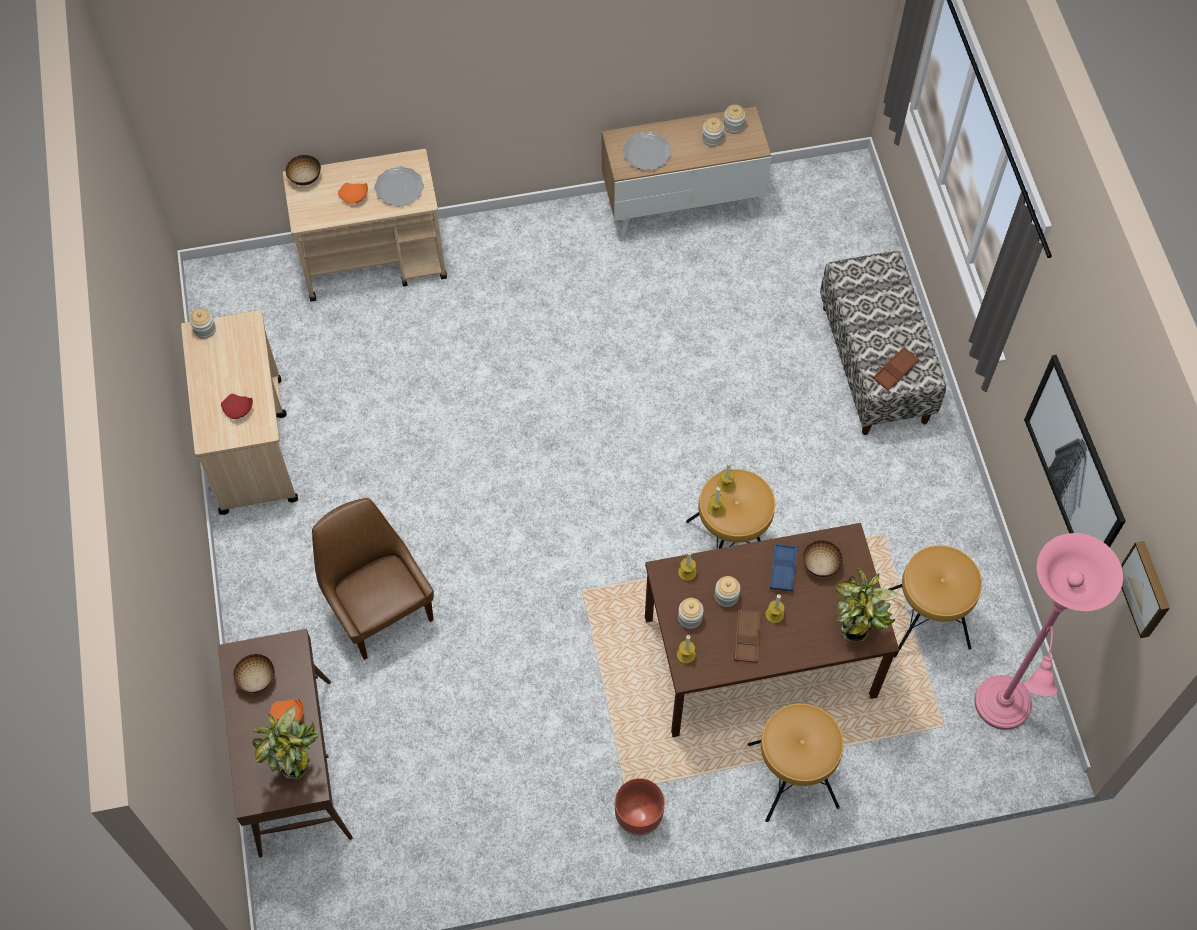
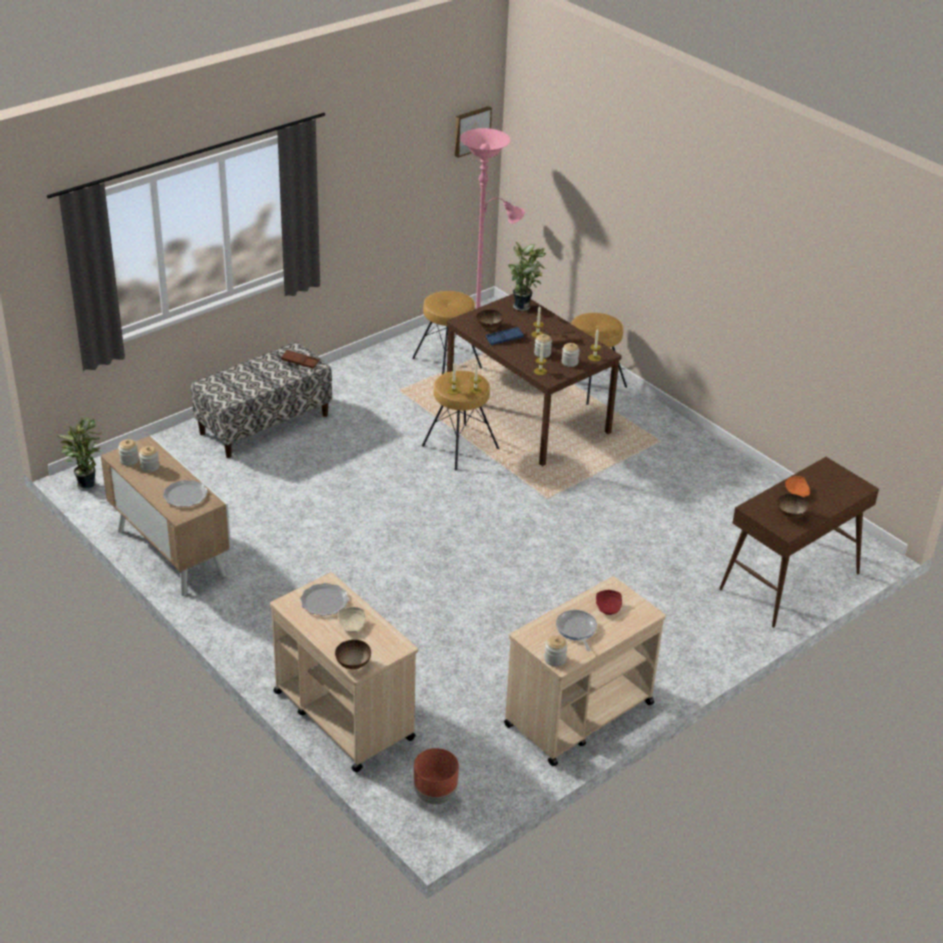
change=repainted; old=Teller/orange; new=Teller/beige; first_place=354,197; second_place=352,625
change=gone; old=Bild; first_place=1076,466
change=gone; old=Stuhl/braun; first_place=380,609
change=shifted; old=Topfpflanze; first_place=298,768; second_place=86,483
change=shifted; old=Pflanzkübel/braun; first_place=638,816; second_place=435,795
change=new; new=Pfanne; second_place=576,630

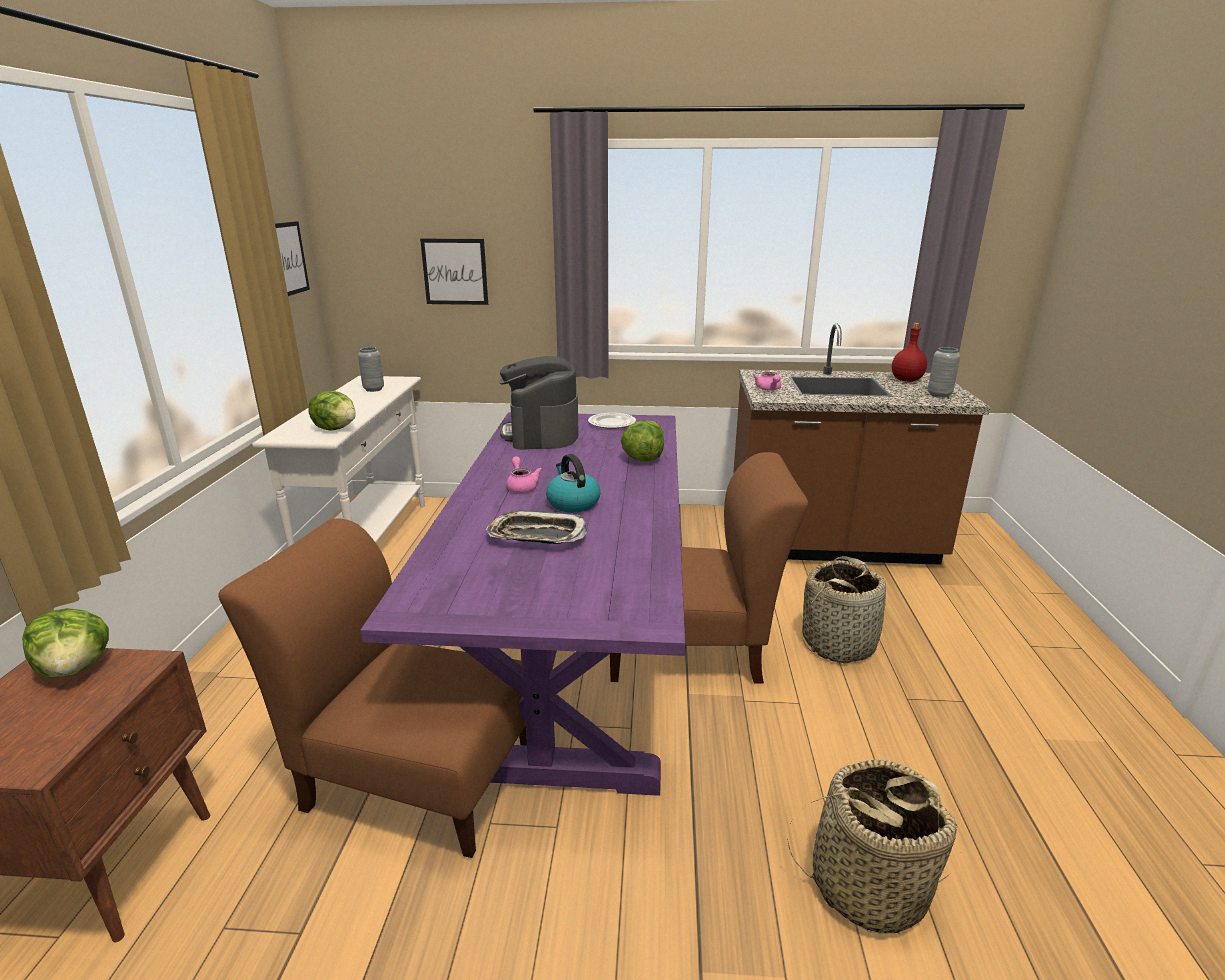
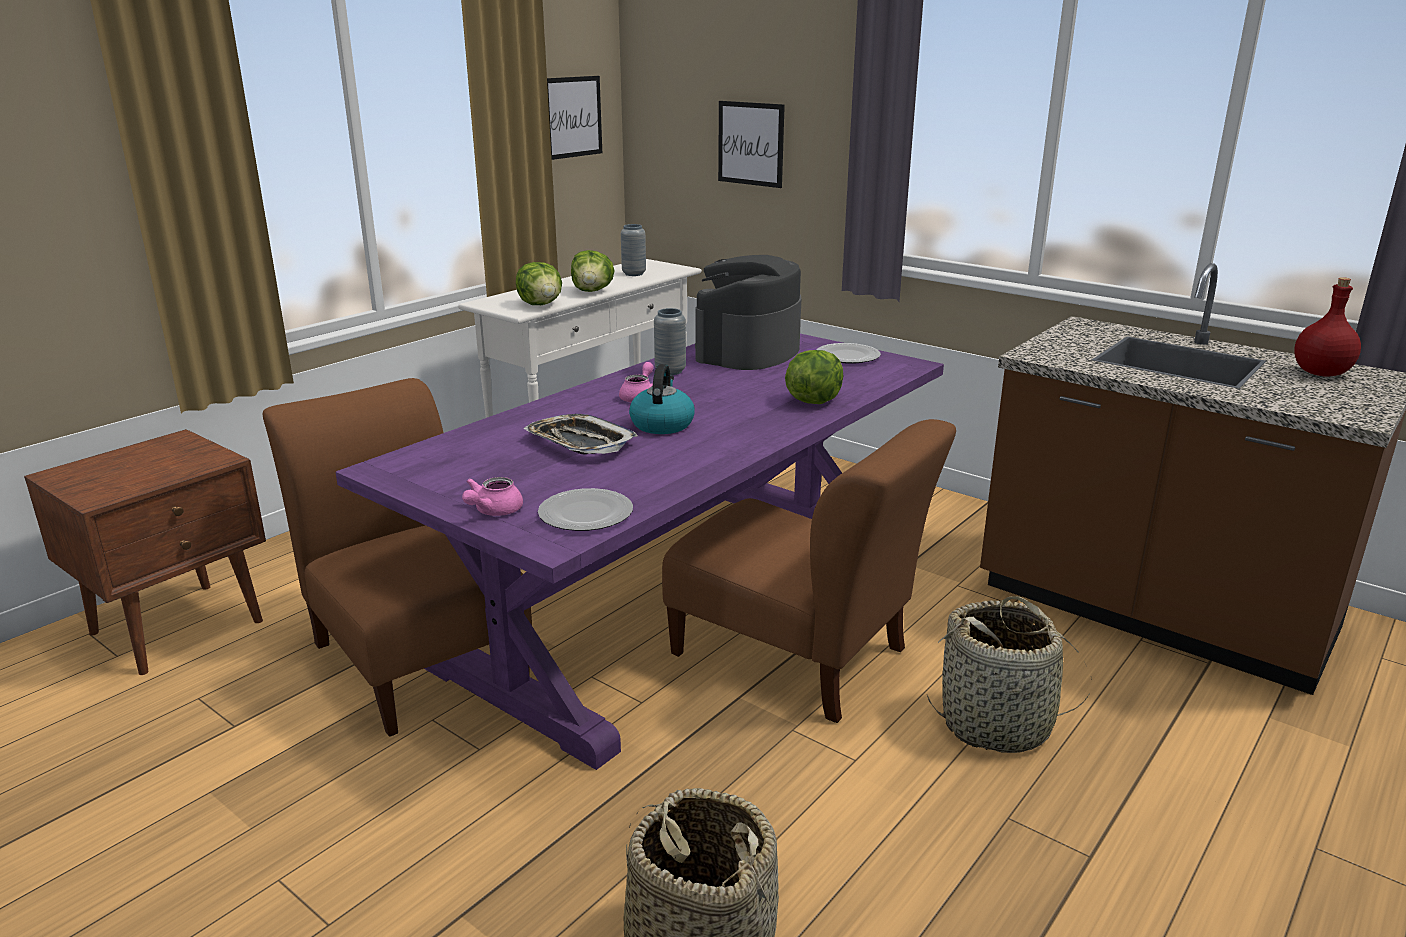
change=shifted; old=Vase/grau; first_place=939,395; second_place=670,371
change=shifted; old=Teekanne/rosa; first_place=768,389; second_place=493,511
change=shifted; old=Salatkopf; first_place=76,668; second_place=592,291
change=new; new=Teller; second_place=584,513

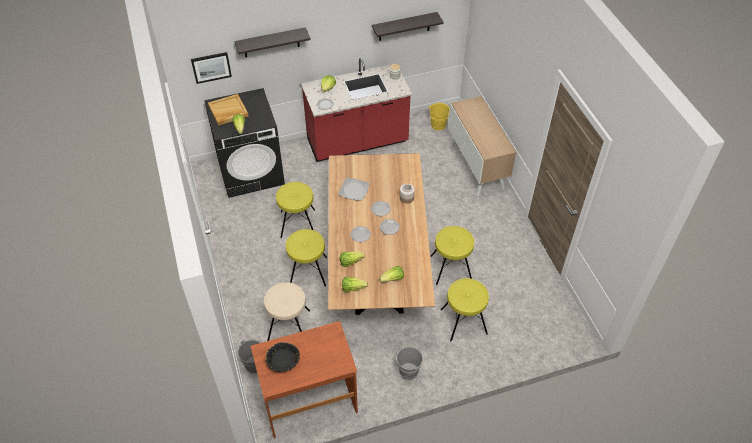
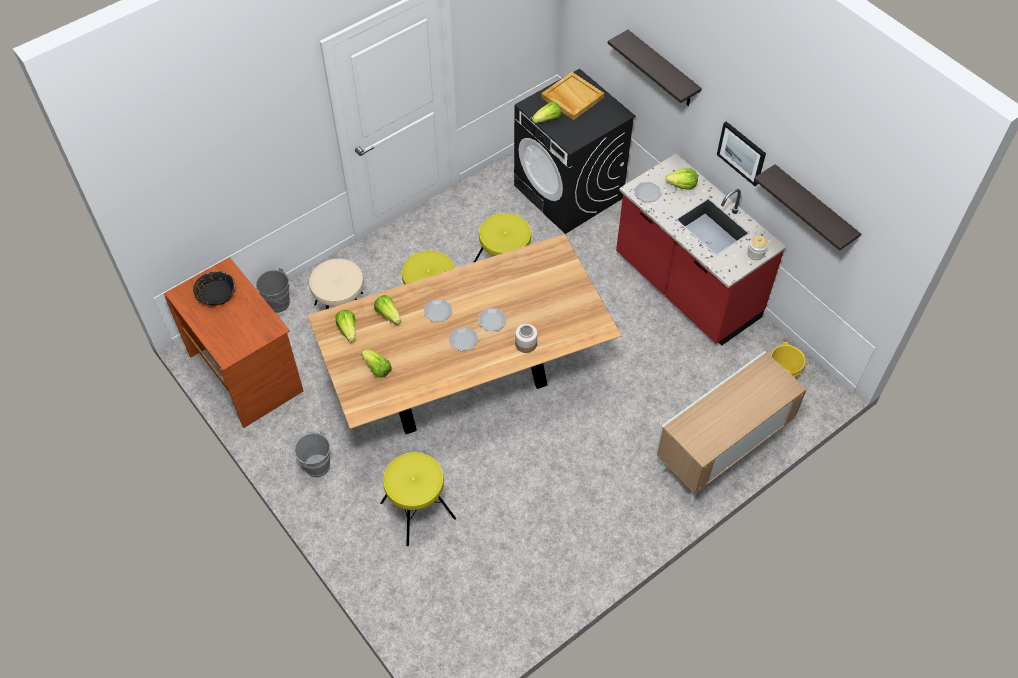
change=shifted; old=Bild; first_place=211,67; second_place=742,153
change=gone; old=Teller; first_place=354,190
change=gone; old=Hocker/gelb; first_place=451,268

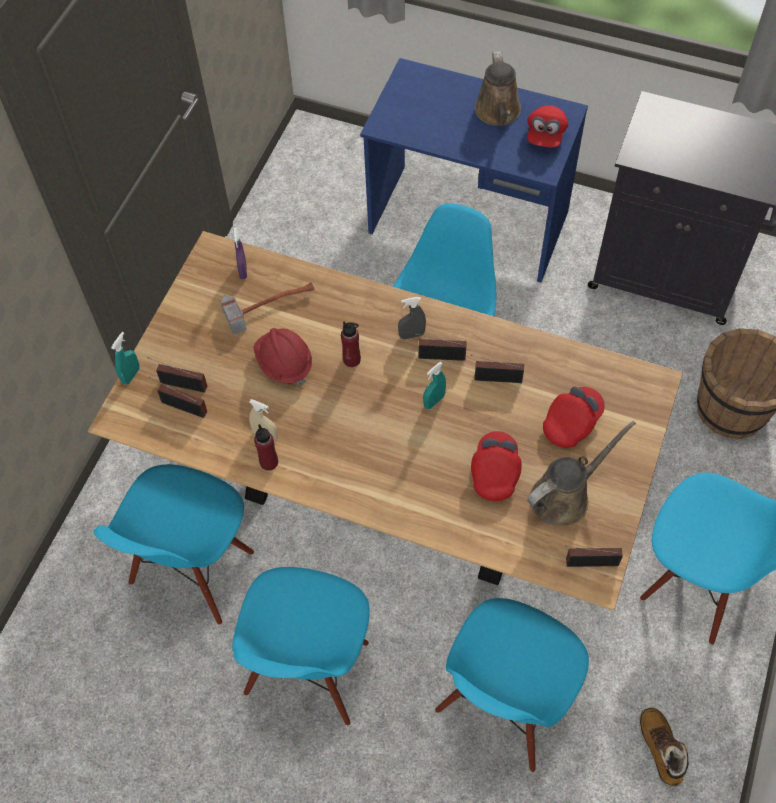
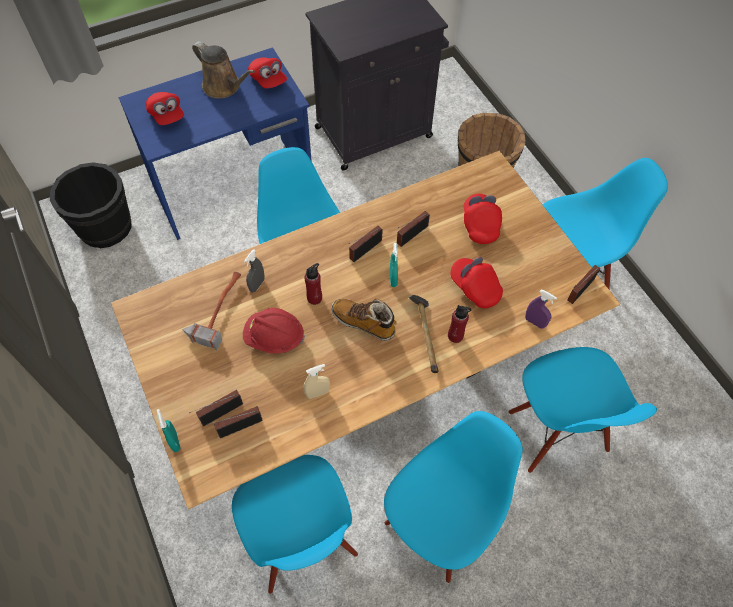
change=shifted; old=Sprühflasche/lila; first_place=243,271; second_place=535,322
change=shifted; old=Sprühflasche/grau; first_place=411,335; second_place=257,285
change=gone; old=Gießkanne/braun; first_place=564,496
change=shifted; old=Flasche/rot; first_place=269,462; second_place=455,336
change=rotated; old=Stuhl/blau; first_place=308,670; second_place=439,525; degrees=-105
change=shifted; old=Stiefel; first_place=660,749; second_place=364,323
change=new; new=Kappe/rot; second_place=167,115
change=new; new=Eimer/schwarz; second_place=105,227
change=new; new=Hammer; second_place=425,336

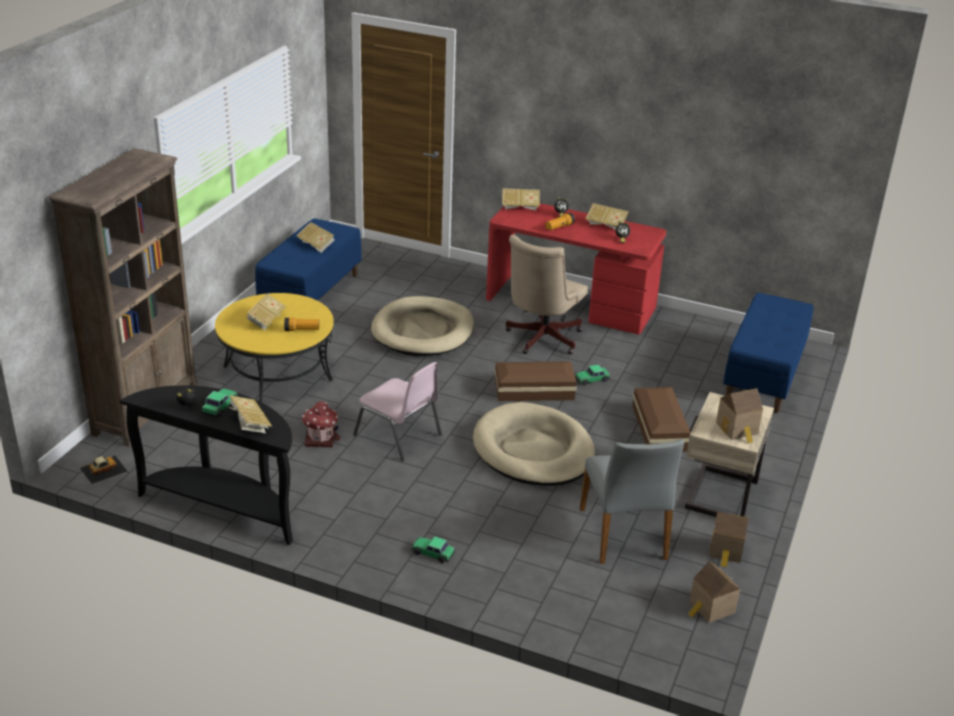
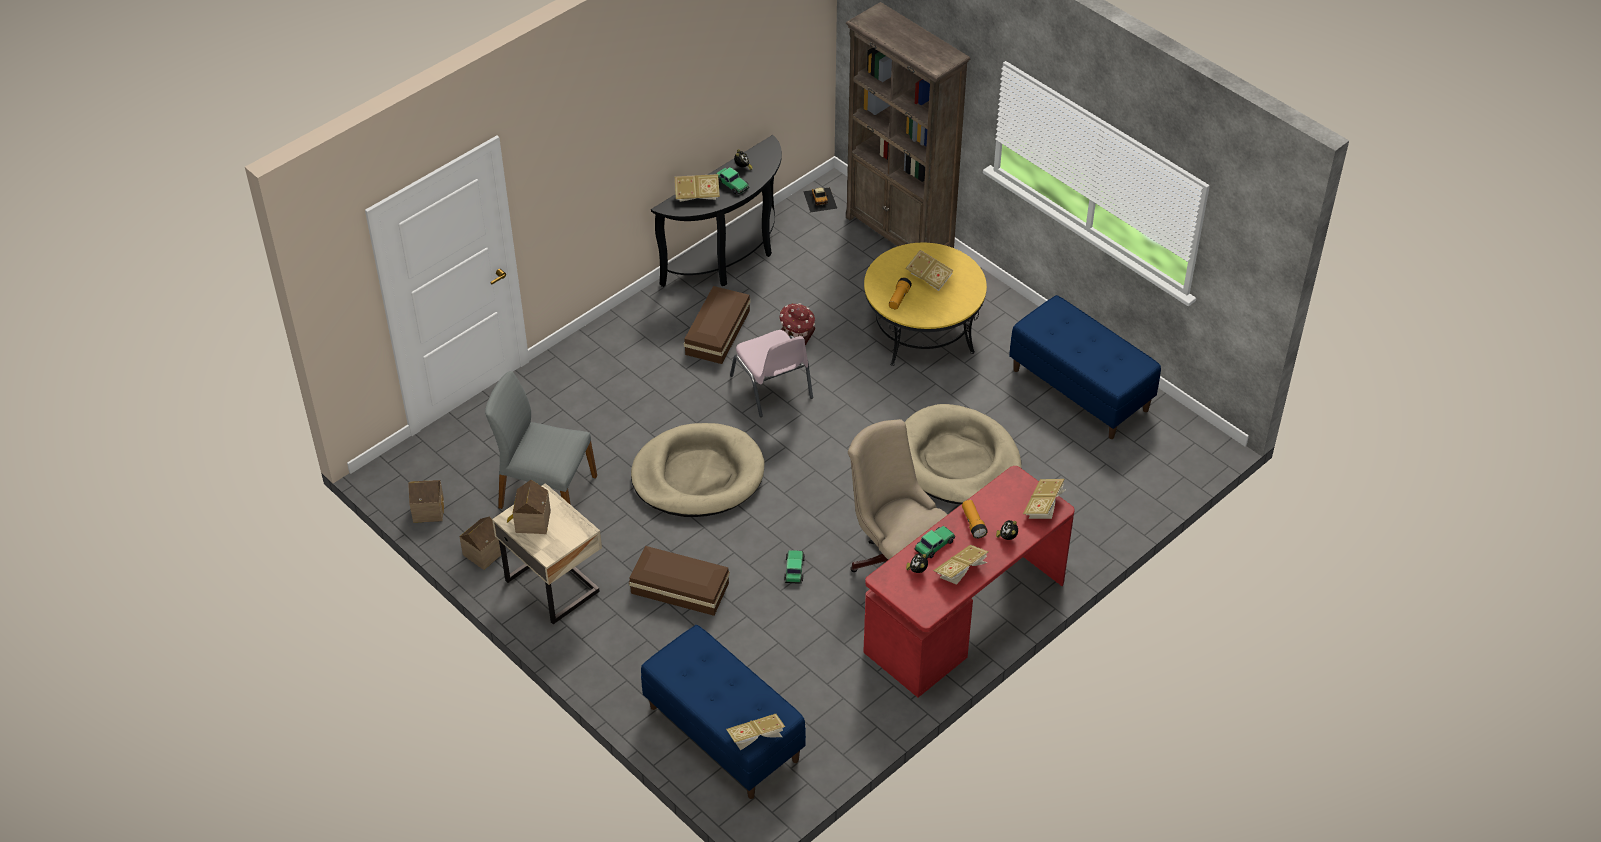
change=shifted; old=Buch; first_place=316,245; second_place=756,738
change=shifted; old=Aufbewahrungsbox/braun; first_place=533,389; second_place=719,332
change=rotated; old=Stuhl/rosa; first_place=399,435; second_place=772,387; degrees=-90
change=shifted; old=Spielzeugauto; first_place=432,553; second_place=934,545

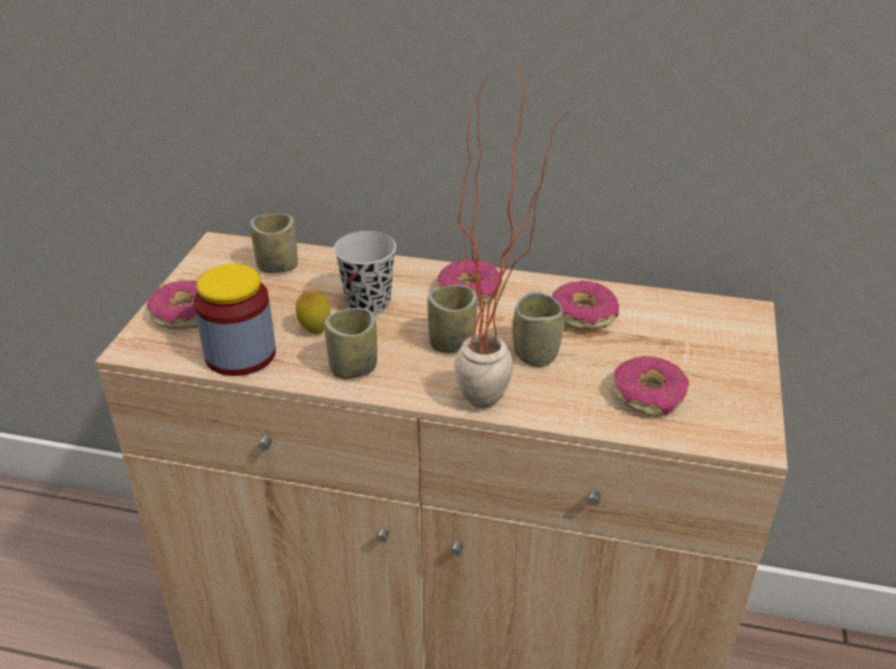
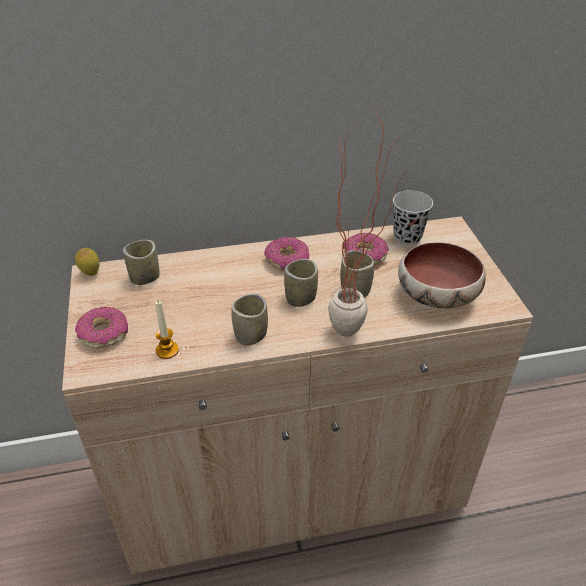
change=shifted; old=Tasse/schwarz; first_place=368,304; second_place=407,237
change=swapped; old=Vorratsglas; new=Kerze; first_place=240,354; second_place=167,350
change=shifted; old=Zitrone; first_place=315,330; second_place=90,273
change=swapped; old=Donut; new=Schüssel; first_place=649,395; second_place=435,296

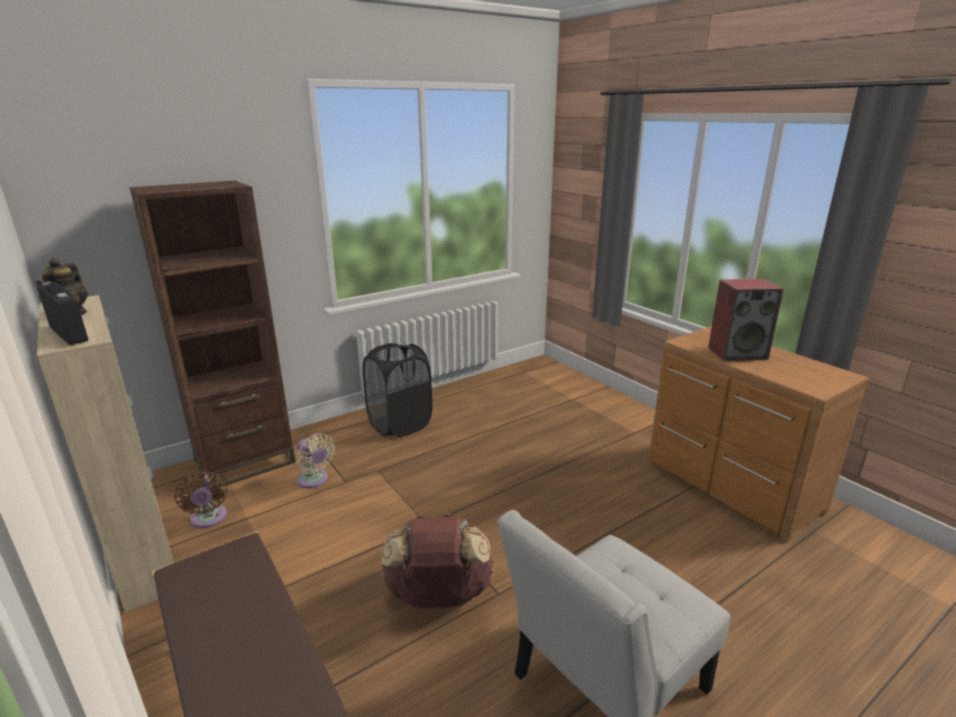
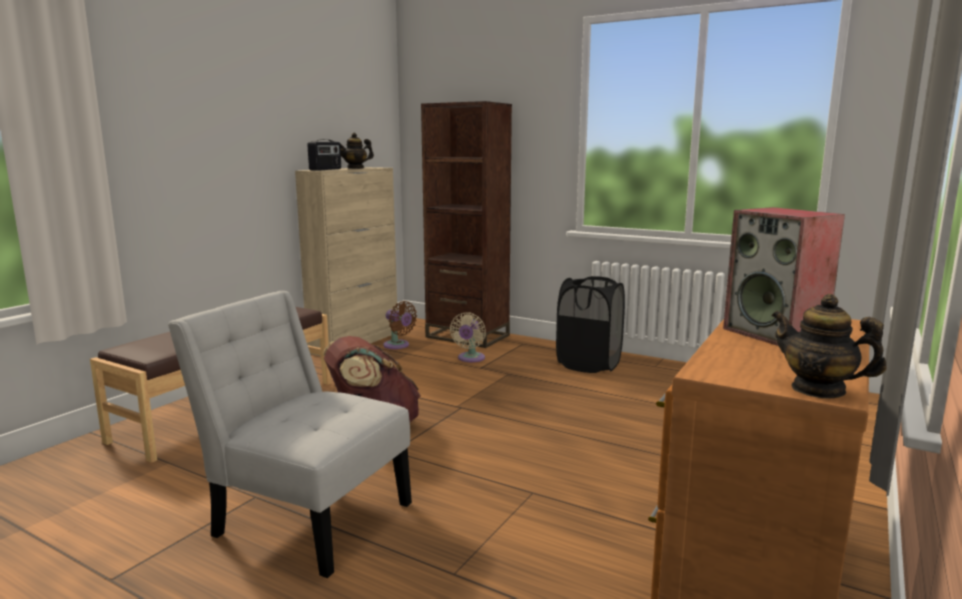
change=rotated; old=Ventilator/braun; first_place=208,519; second_place=398,345; degrees=-90
change=new; new=Teekanne; second_place=818,389

